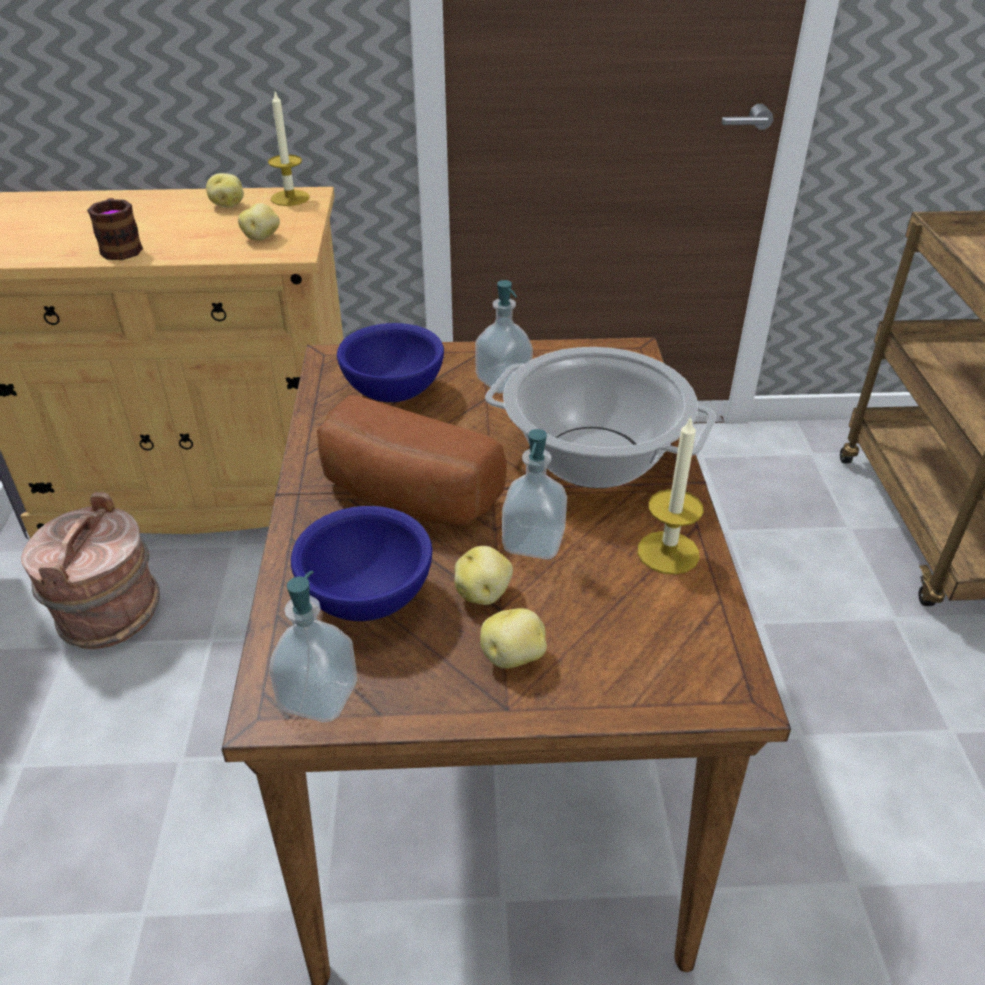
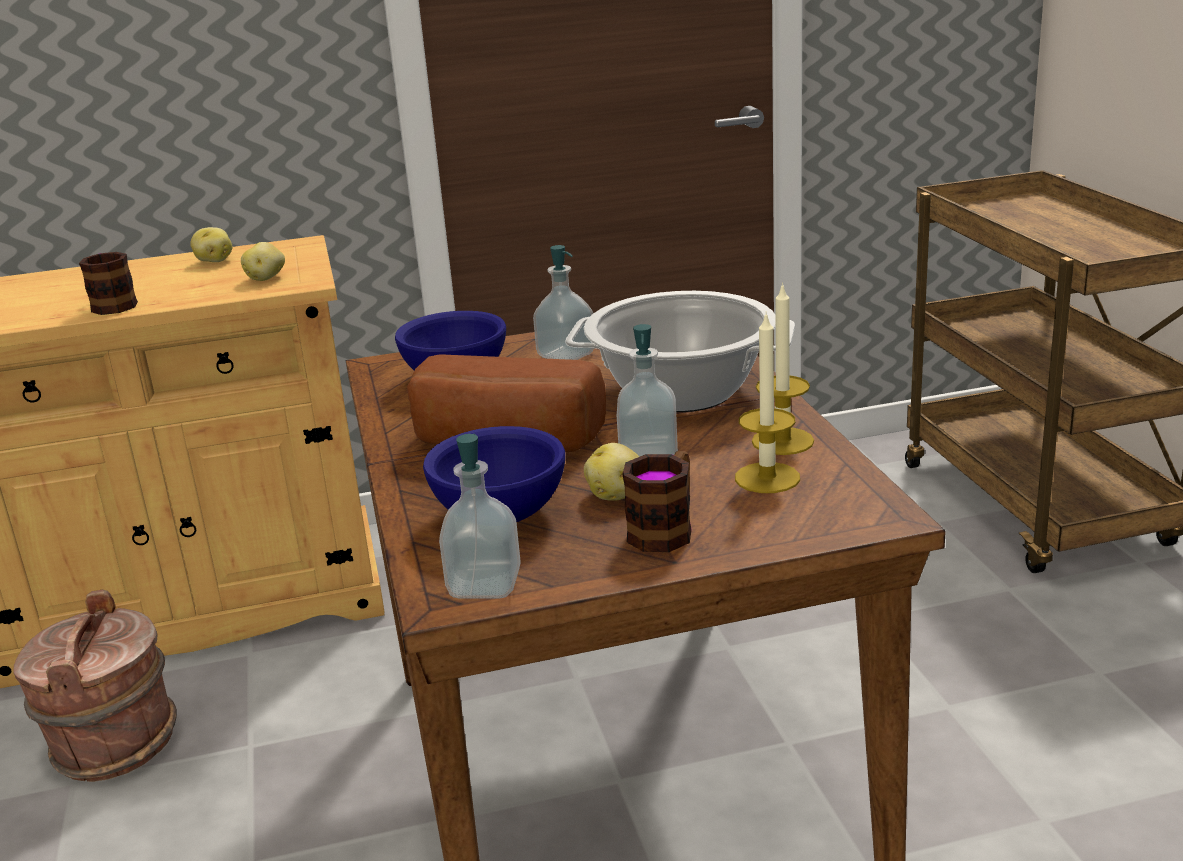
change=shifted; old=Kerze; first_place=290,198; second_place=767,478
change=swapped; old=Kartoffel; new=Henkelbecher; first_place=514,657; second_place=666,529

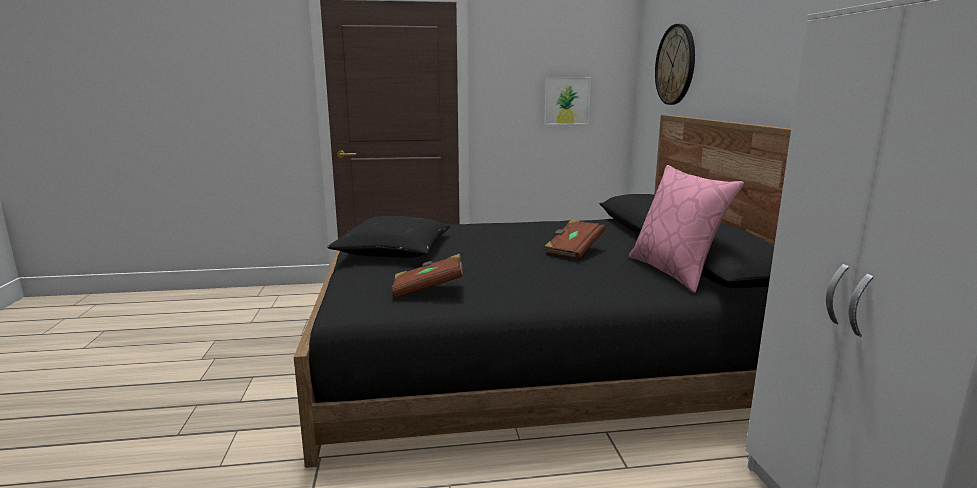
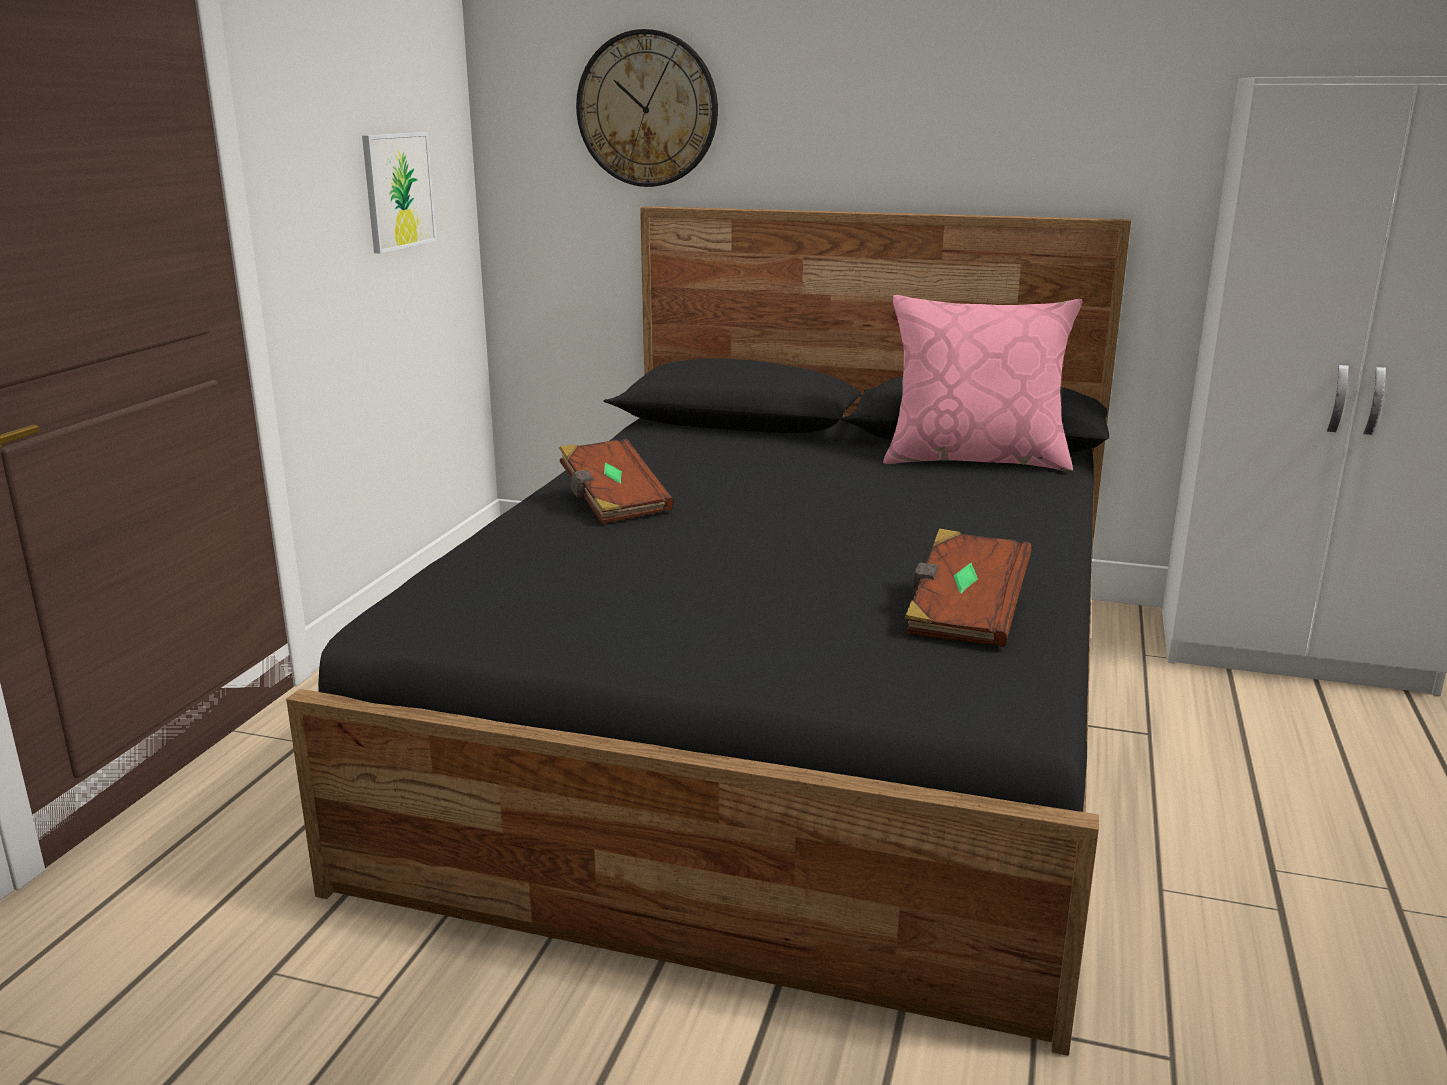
change=gone; old=Kissen/schwarz; first_place=394,250
change=shifted; old=Buch/braun; first_place=573,250; second_place=613,503

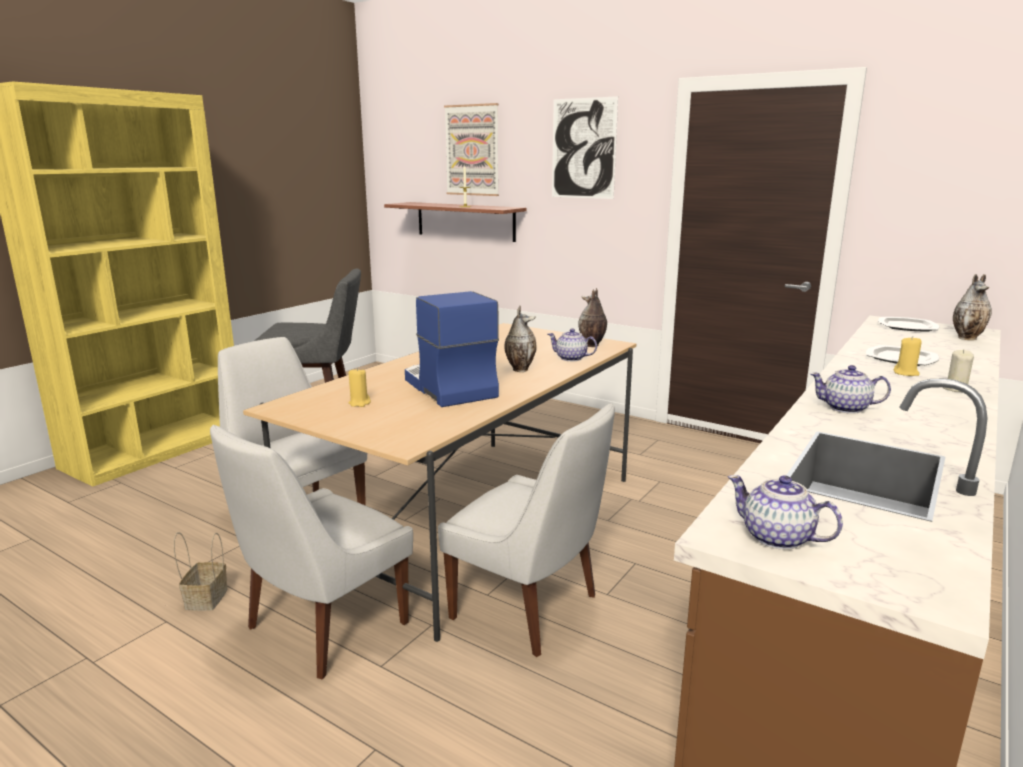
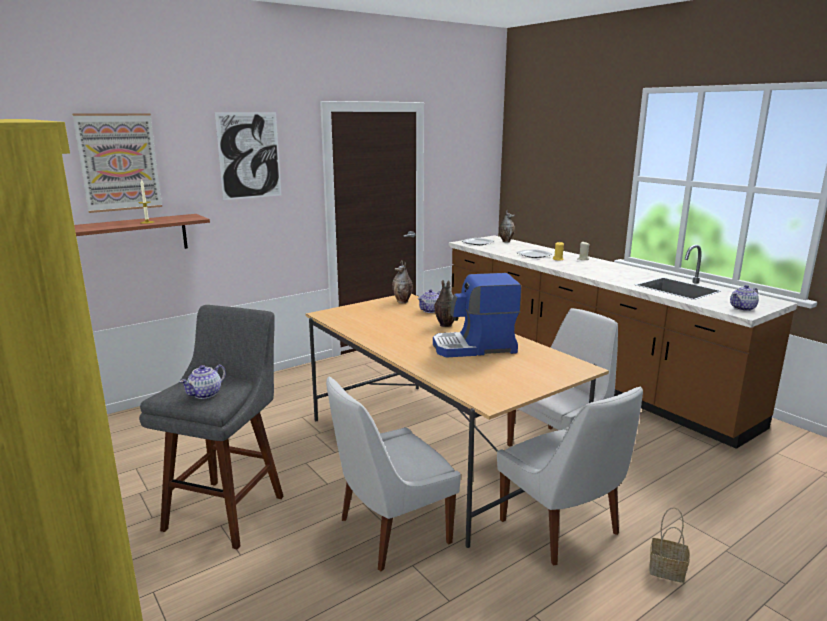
change=shifted; old=Teekanne; first_place=846,408; second_place=206,394
change=gone; old=Kerze/gelb; first_place=359,403
change=shifted; old=Korb; first_place=206,598; second_place=665,570

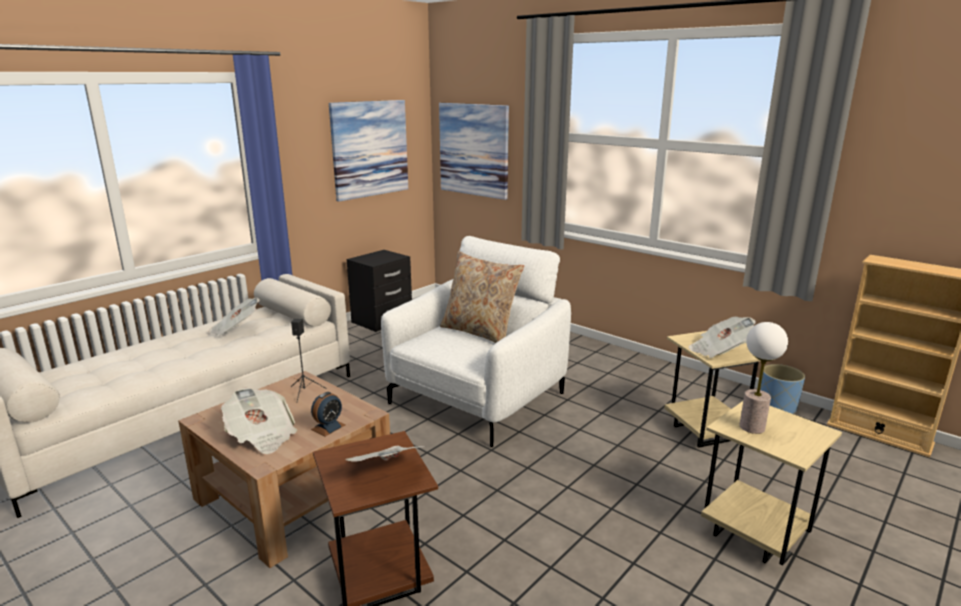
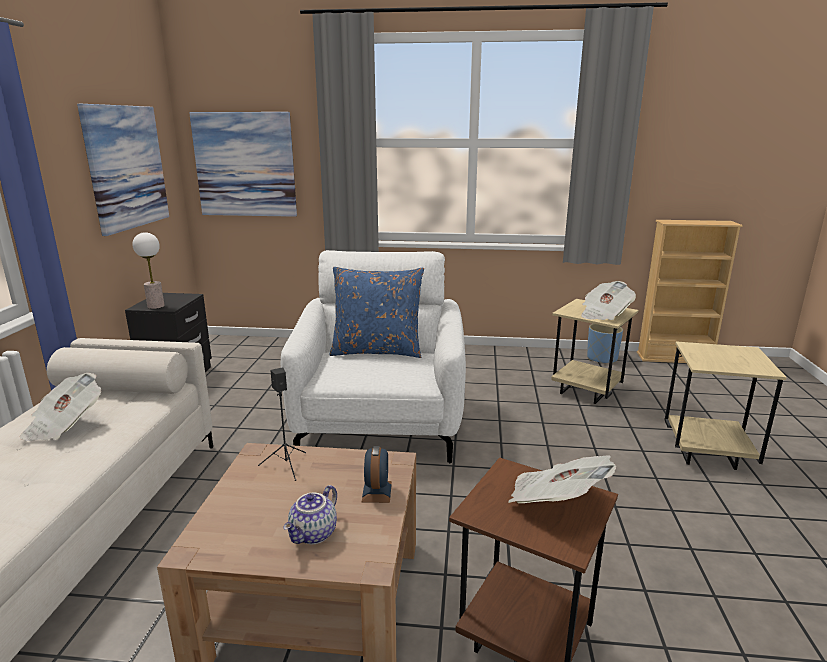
change=repainted; old=Kissen/beige; new=Kissen/blau; first_place=480,332; second_place=377,351
change=shifted; old=Tischlampe; first_place=751,427; second_place=155,306
change=swapped; old=Zeitung; new=Teekanne; first_place=262,436; second_place=314,534

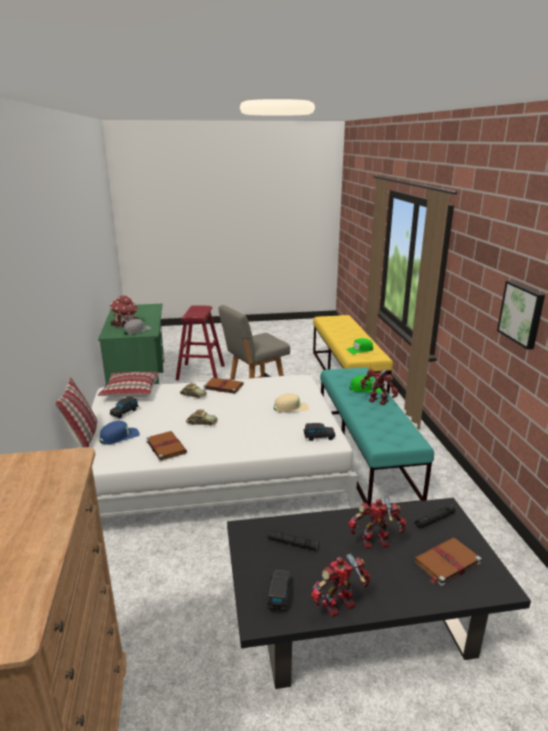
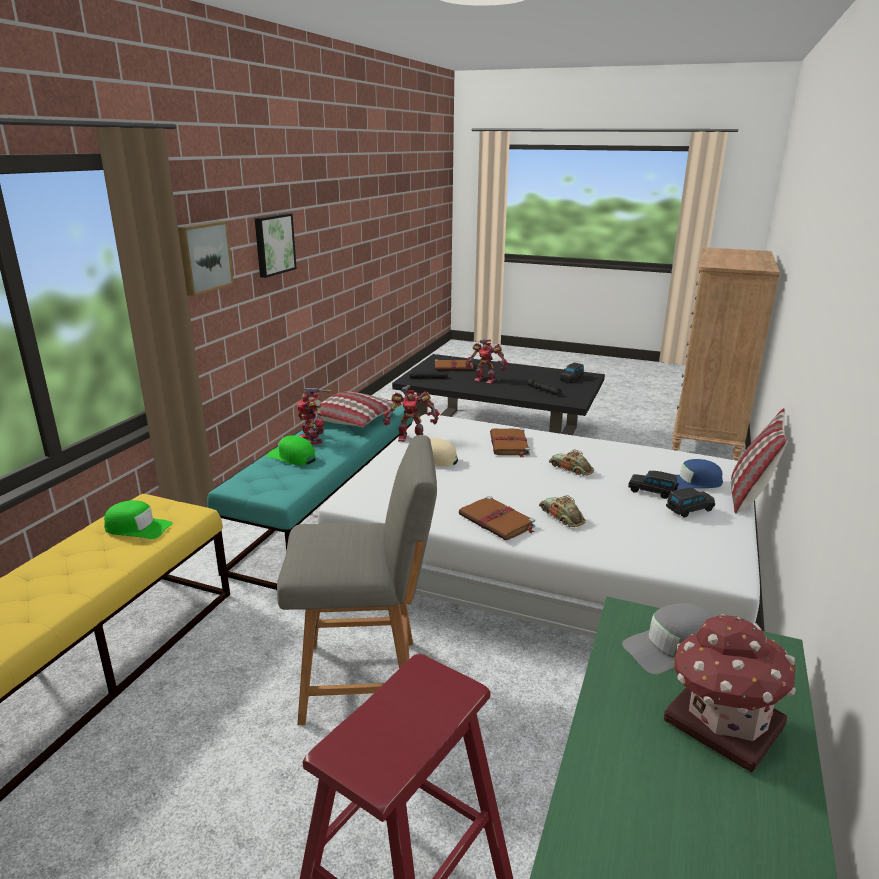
change=shifted; old=Kissen; first_place=130,391; second_place=355,419
change=shifted; old=Spielzeugauto/schwarz; first_place=318,437; second_place=652,492
change=shifted; old=Buch/braun; first_place=166,447; second_place=509,445
change=shifted; old=Spielzeugroboter; first_place=340,606; second_place=411,437
change=new; new=Bild; second_place=204,257

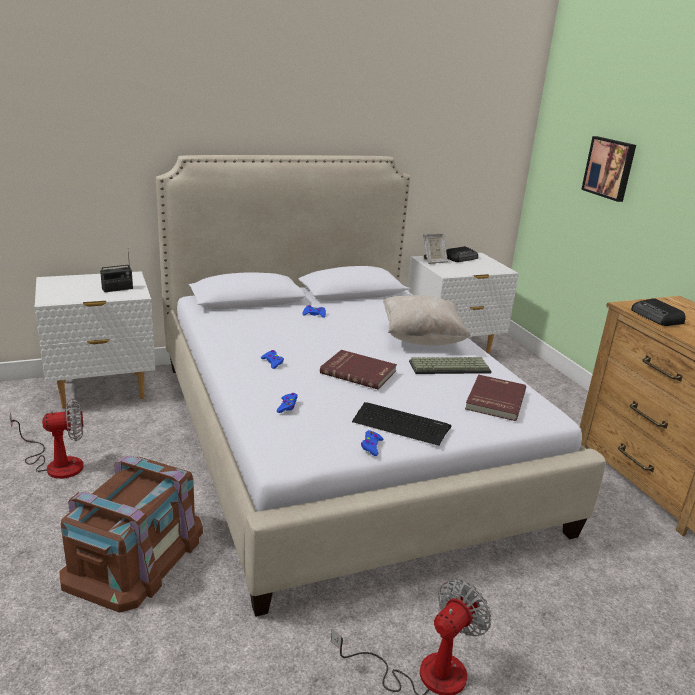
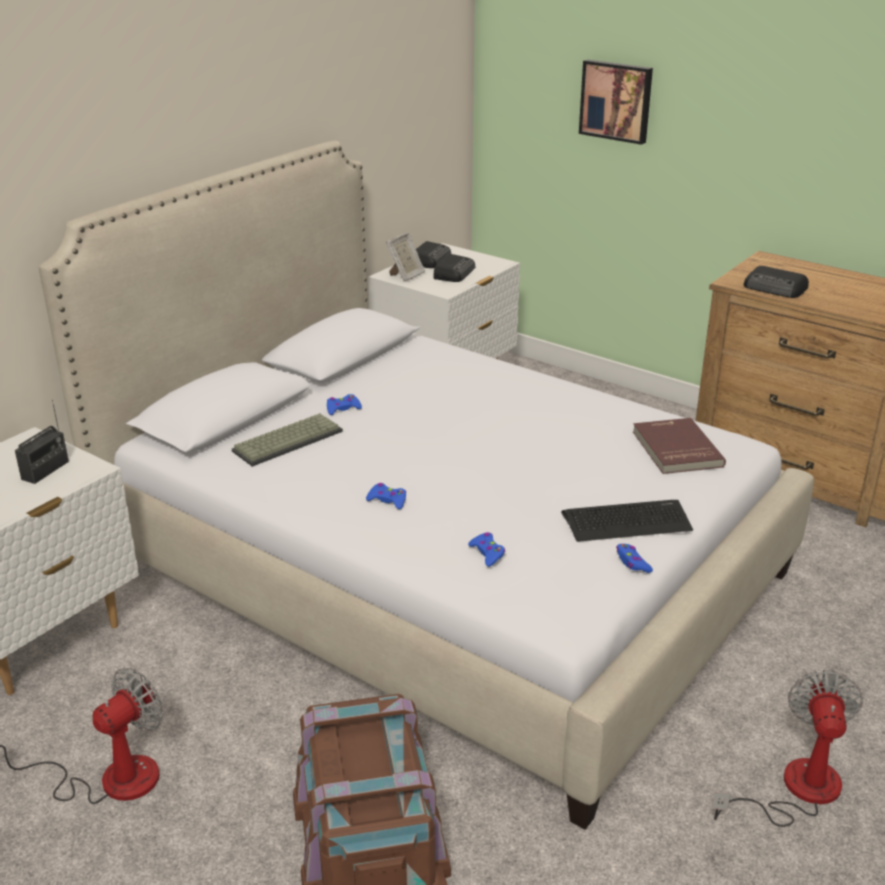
change=gone; old=Kissen/beige; first_place=421,339
change=gone; old=Buch/rot; first_place=359,371
change=shifted; old=Tastatur; first_place=450,366; second_place=288,440
change=new; new=Radio; second_place=454,273

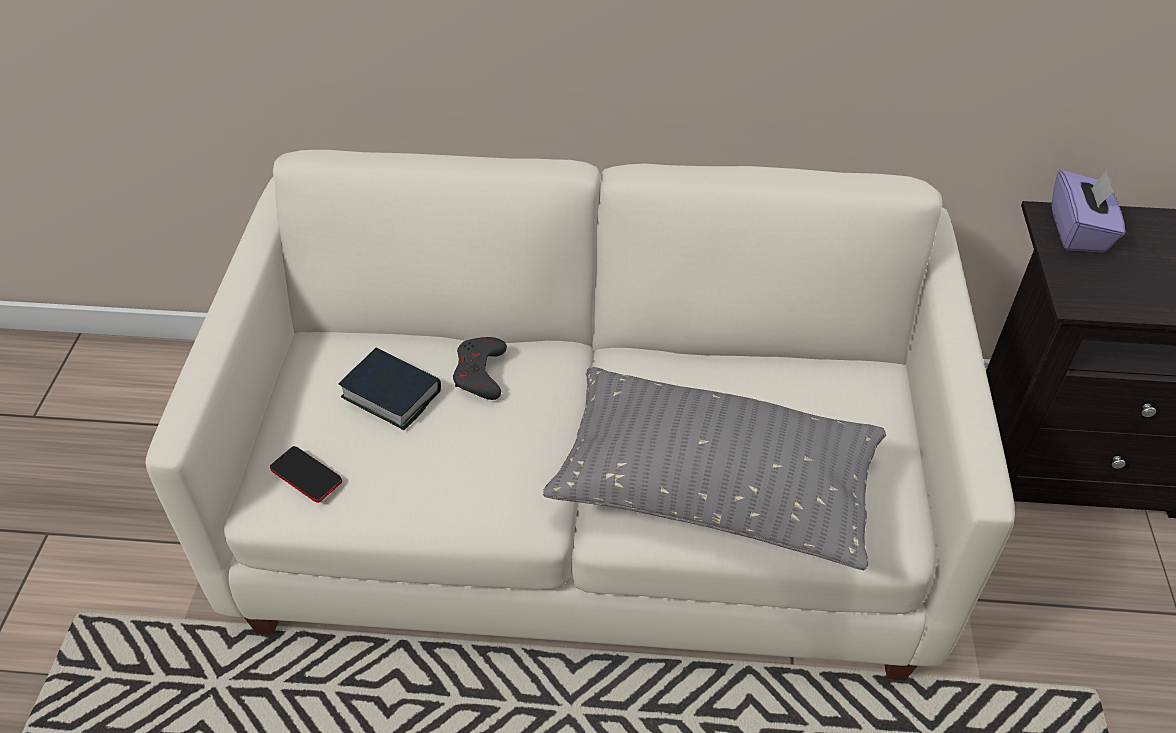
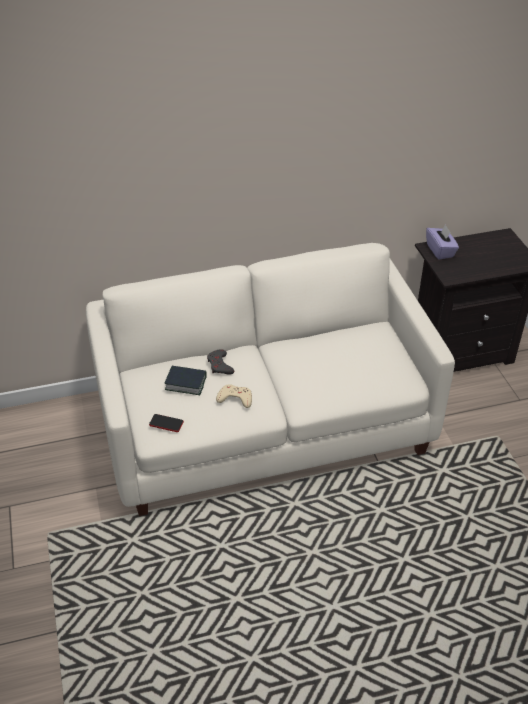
change=gone; old=Kissen/grau; first_place=713,490
change=new; new=Gamepad/beige; second_place=235,398

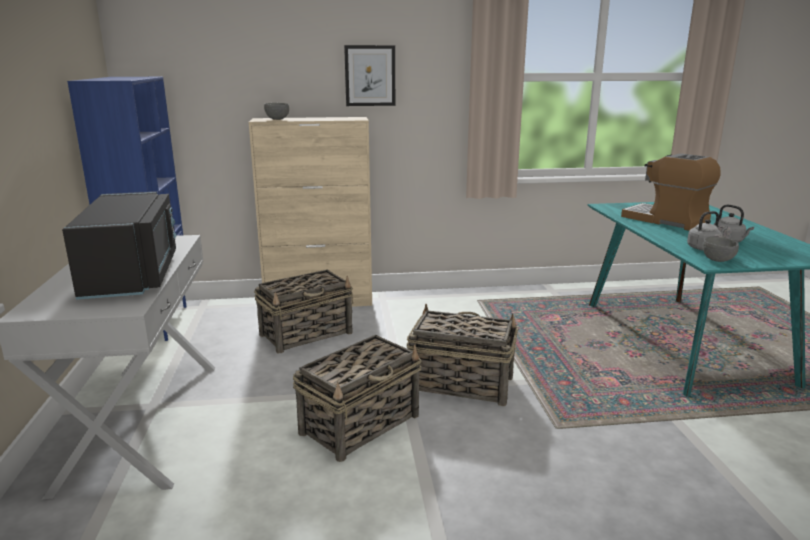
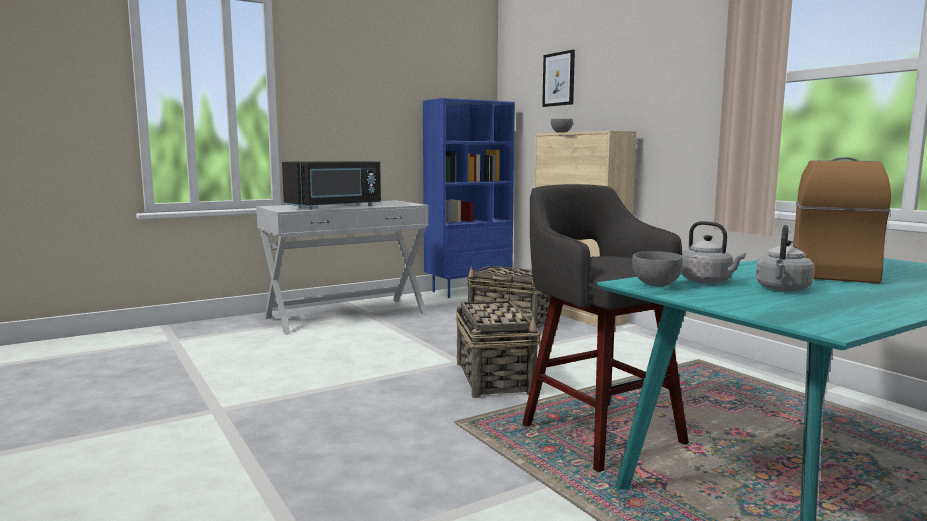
change=shifted; old=Bild; first_place=370,76; second_place=559,79
change=gone; old=Korb; first_place=361,424
change=new; new=Hocker/grau; second_place=598,432

